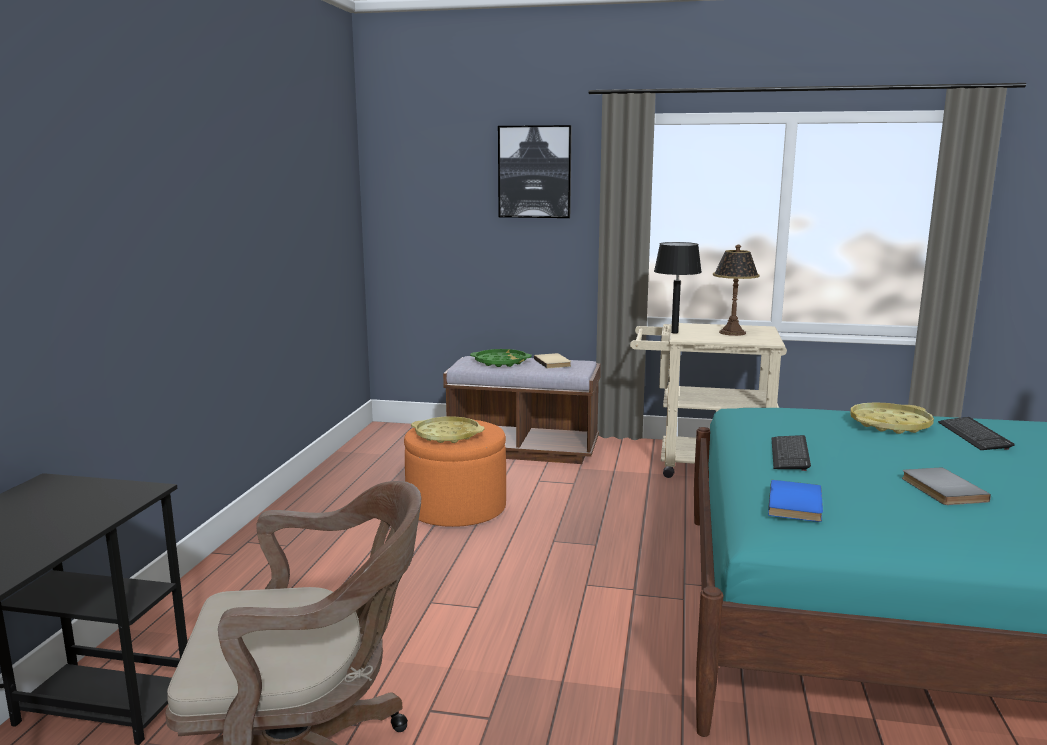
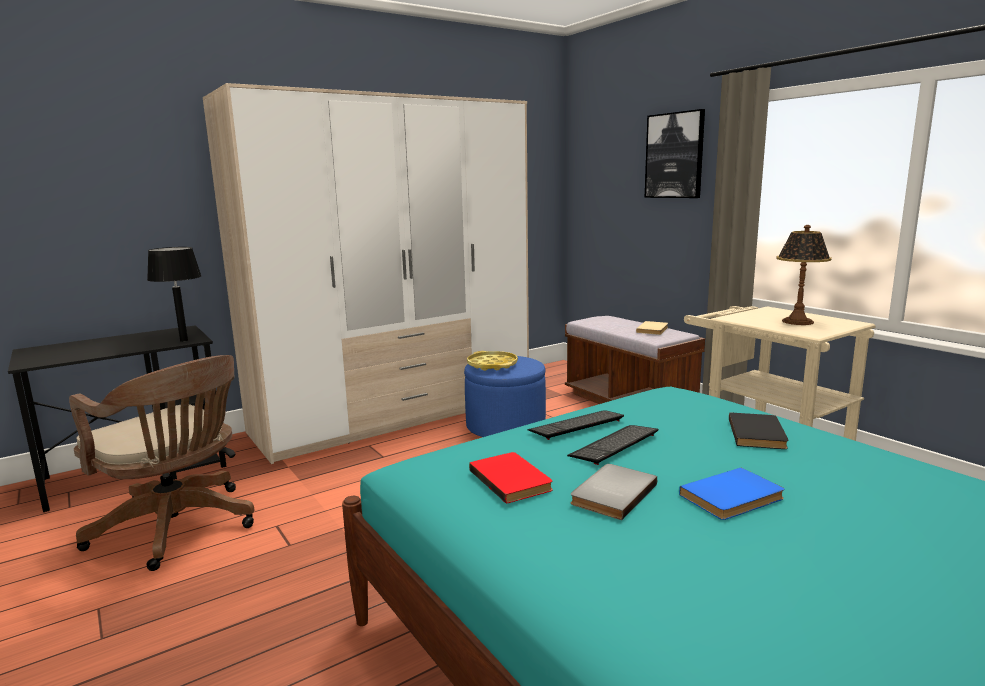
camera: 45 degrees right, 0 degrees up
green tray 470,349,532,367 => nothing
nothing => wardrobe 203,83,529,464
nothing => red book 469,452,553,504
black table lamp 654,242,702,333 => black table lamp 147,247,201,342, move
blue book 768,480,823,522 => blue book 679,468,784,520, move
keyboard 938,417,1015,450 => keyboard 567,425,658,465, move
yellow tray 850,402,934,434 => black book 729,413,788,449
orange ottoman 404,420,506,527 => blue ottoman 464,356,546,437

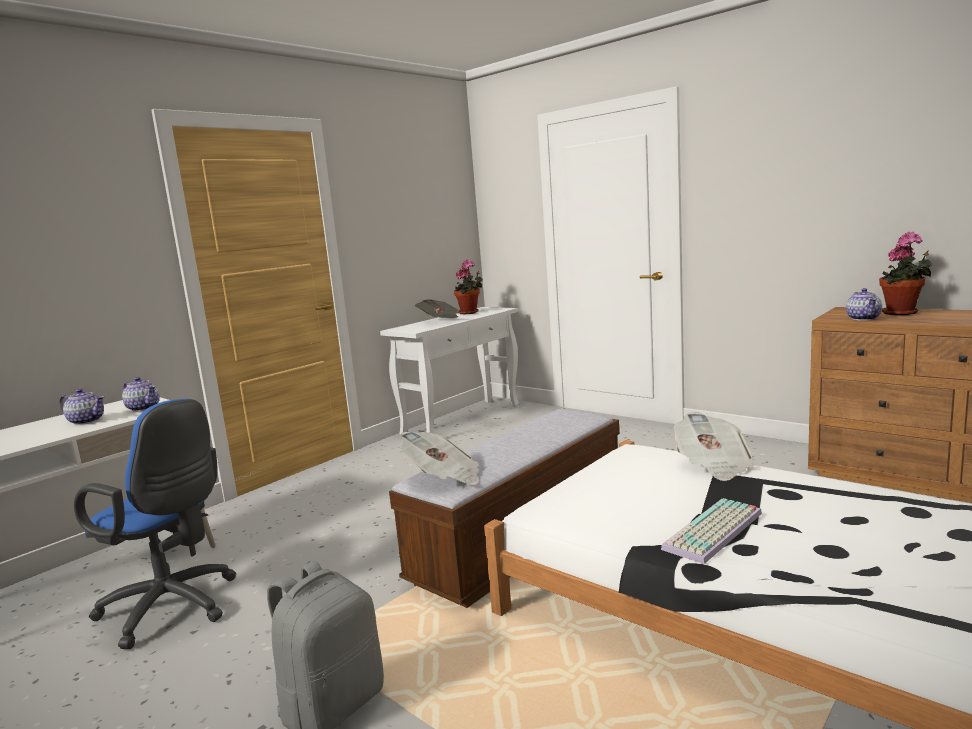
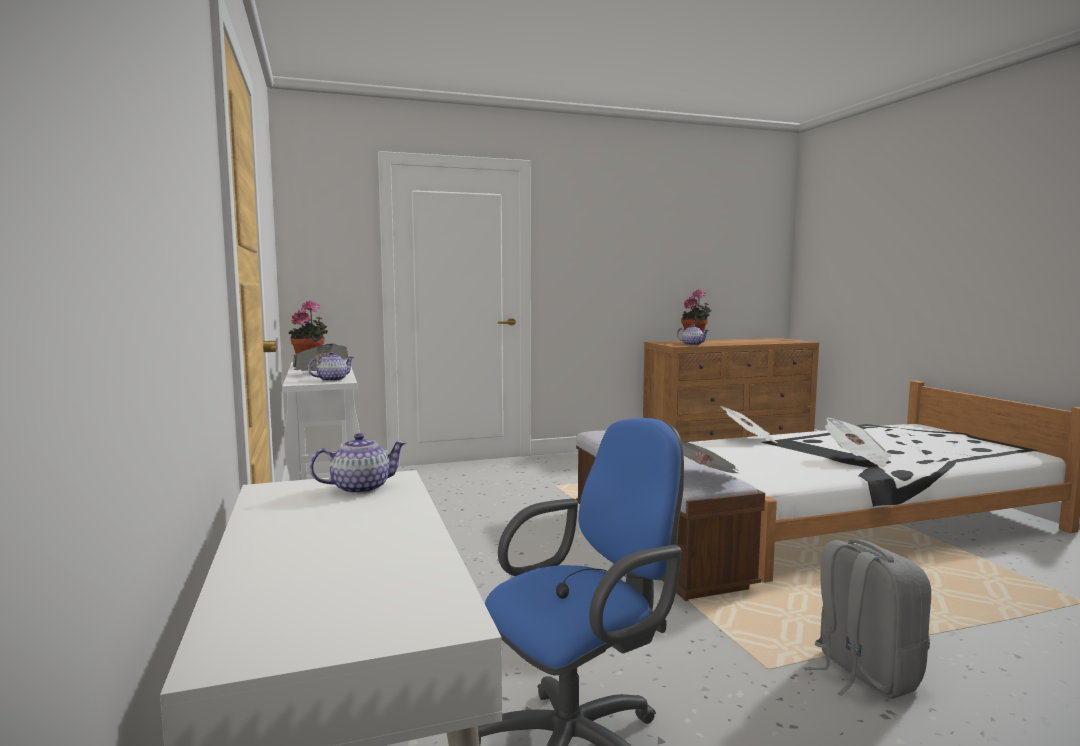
camera: 60 degrees left, 5 degrees down
teapot 59,389,104,425 => teapot 308,351,354,382, move
keyboard 661,498,762,564 => newspaper 825,418,891,467

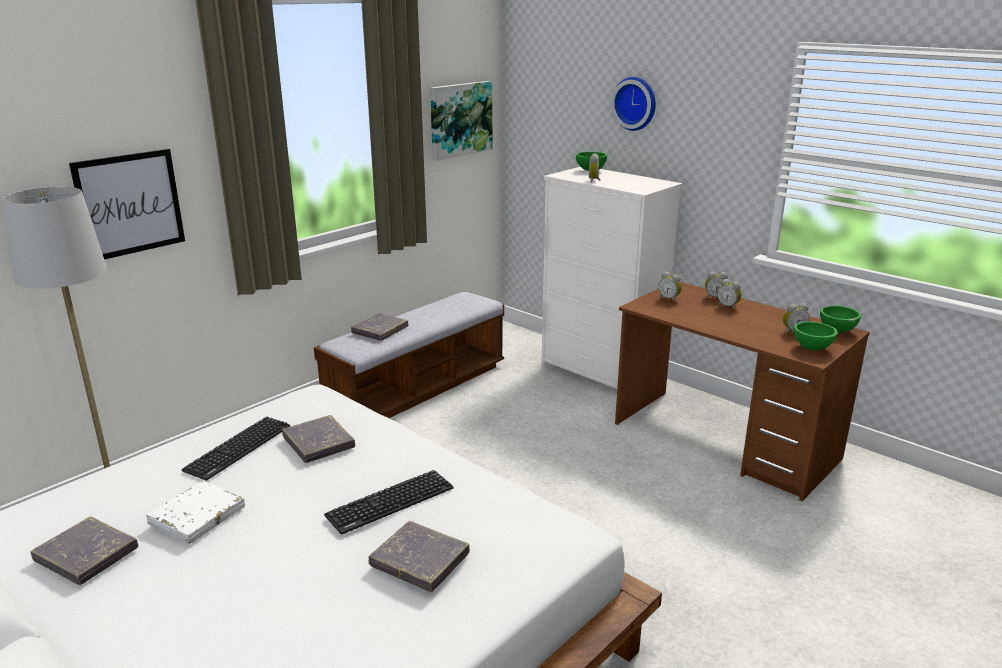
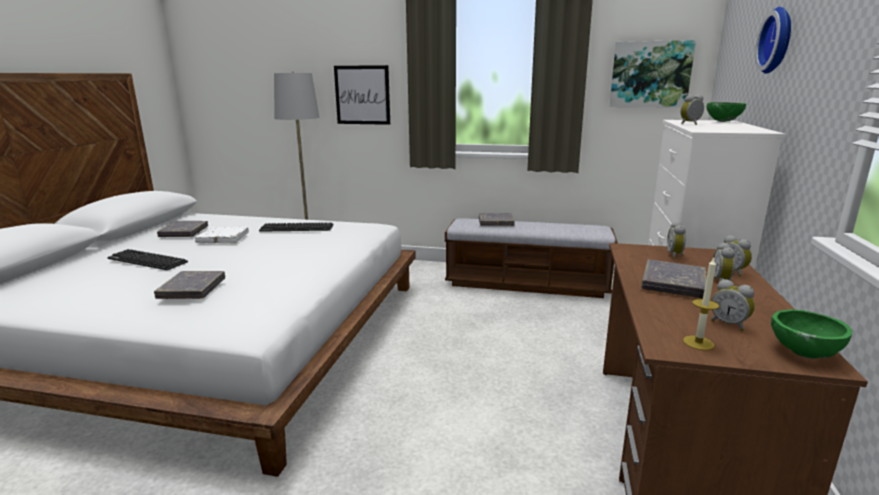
camera: 60 degrees right, 5 degrees down
grey book 282,415,355,463 => grey book 641,260,706,298, move
keyboard 324,470,454,535 => keyboard 108,249,188,270, move
green bowl 794,321,837,351 => candle 683,258,719,350

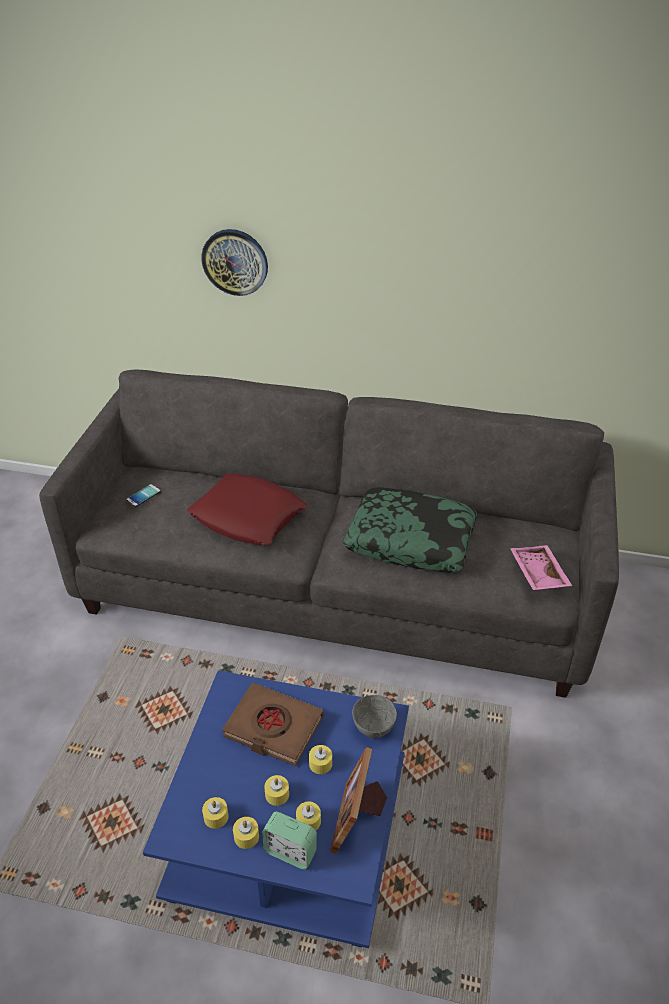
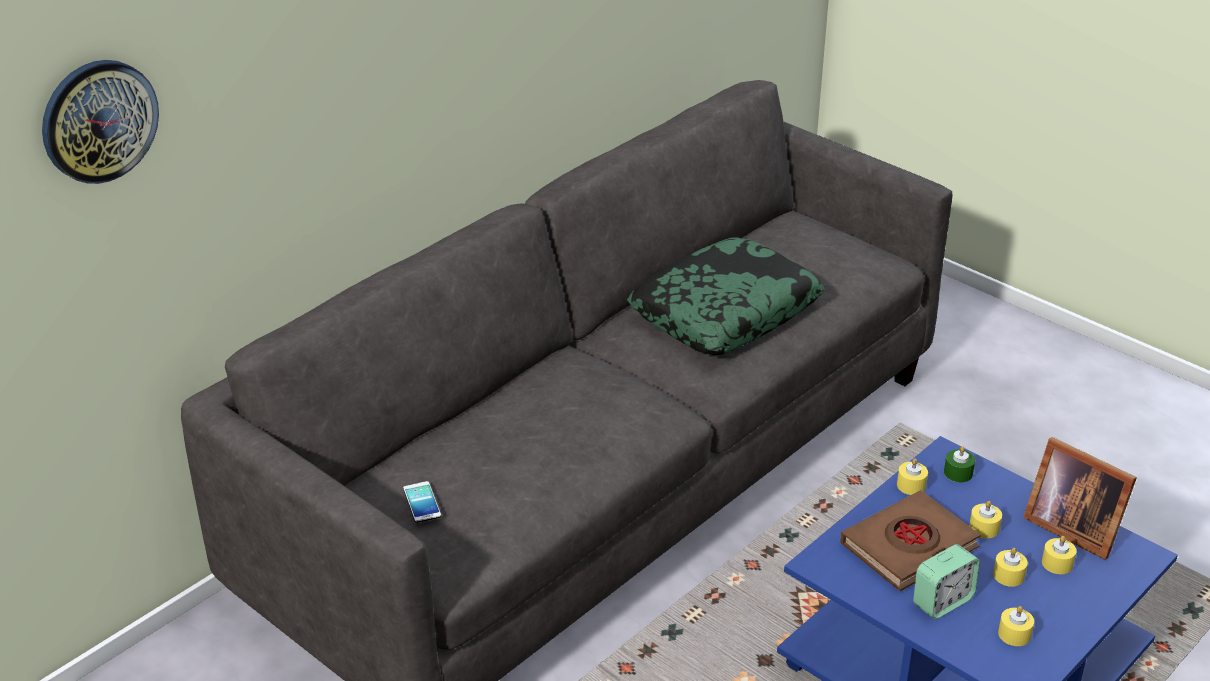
camera: 60 degrees left, 5 degrees down
red pillow 187,473,307,545 => nothing
pink tray 510,545,573,590 => nothing
wall clock 201,229,268,296 => wall clock 42,60,159,184, move
yellow candle 233,817,259,849 => yellow candle 897,459,928,495, move
alarm clock 262,812,317,870 => alarm clock 913,544,980,619, move
grey bowl 352,695,397,738 => green candle 944,446,975,482

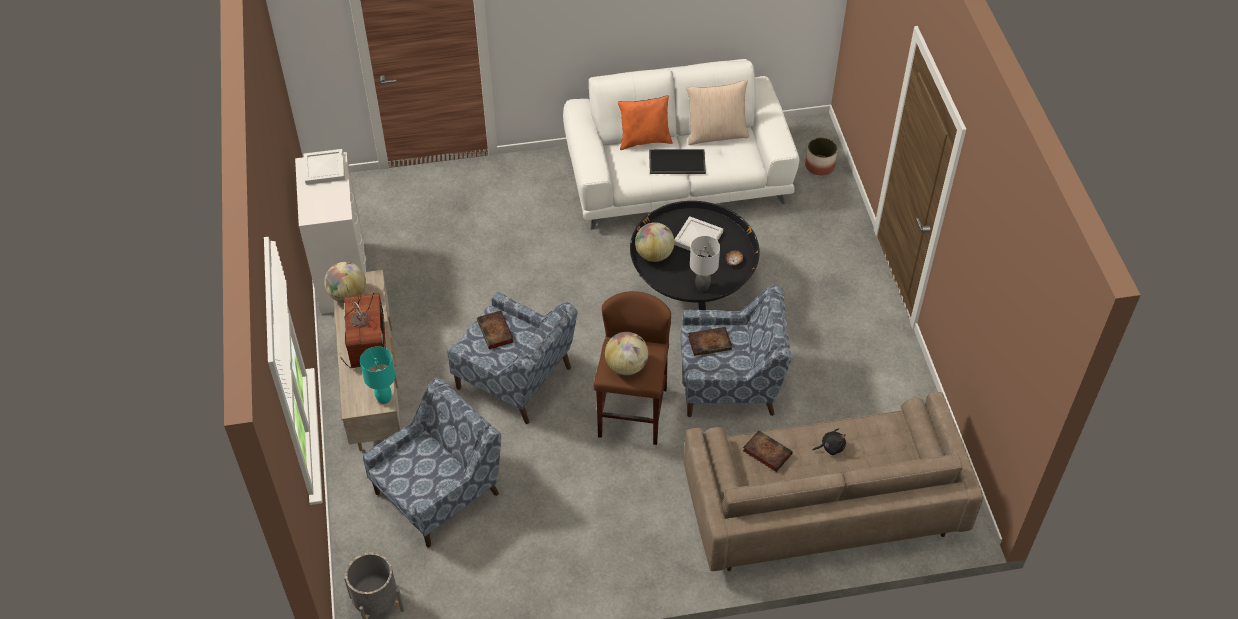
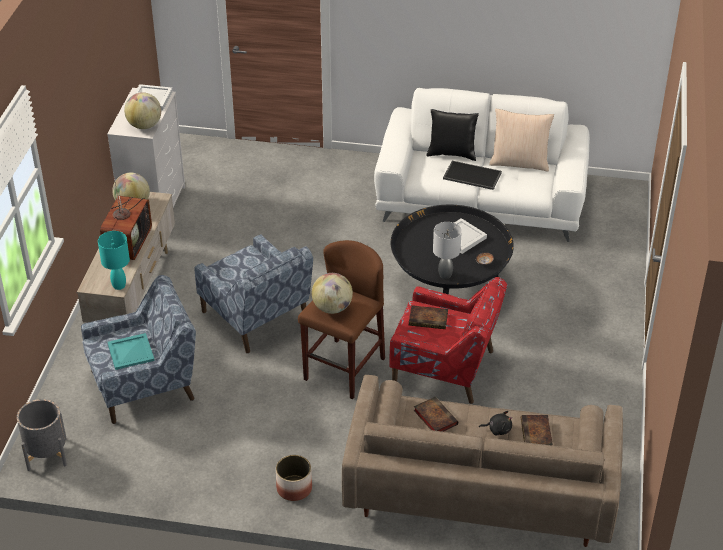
camera: 20 degrees right, 10 degrees down
nothing => turquoise tray 108,333,155,370
book 477,311,514,349 => book 521,415,553,446, move
globe 635,222,675,262 => globe 124,92,161,129, move
planter 805,137,838,175 => planter 276,455,312,501, move
orange pillow 618,95,673,150 => black pillow 426,109,479,161
blue armchair 680,285,792,417 => red armchair 389,277,507,404

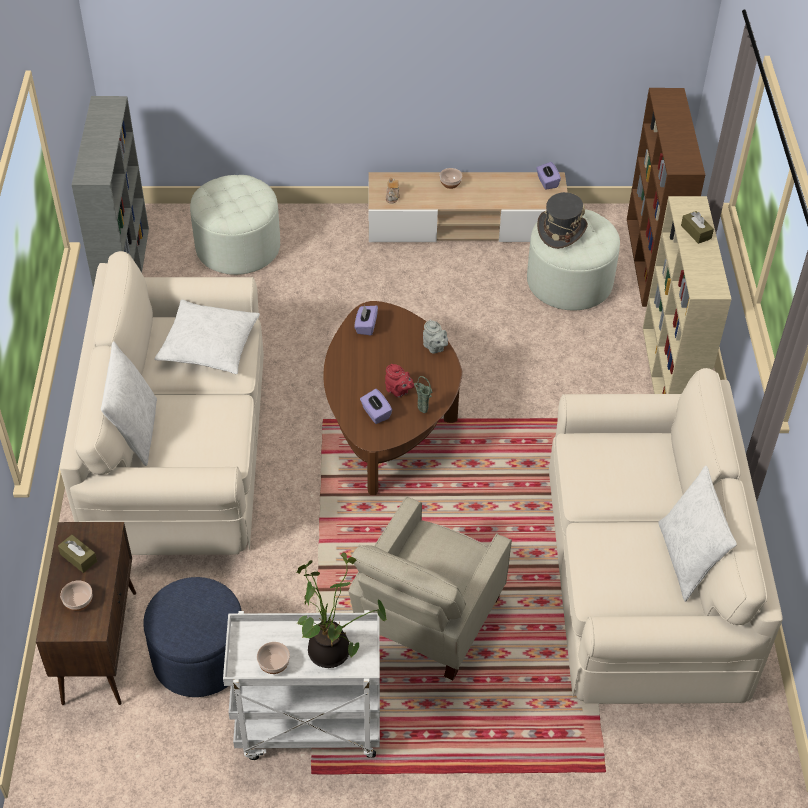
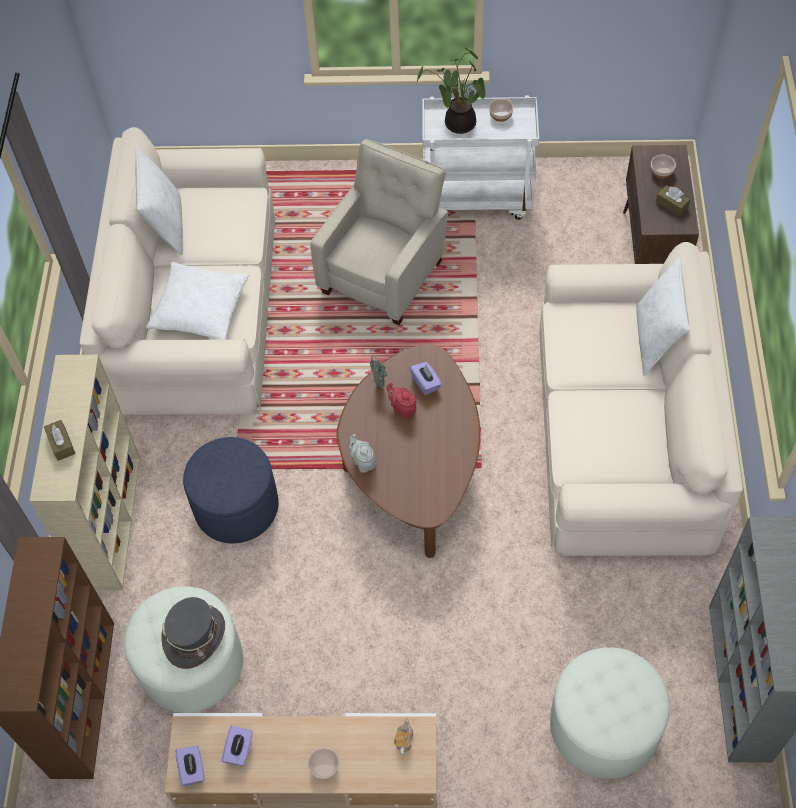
camera: 175 degrees left, 10 degrees up
blue ottoman 143,577,242,697 => blue ottoman 183,437,279,543, move
white pillow 154,300,260,374 => white pillow 146,261,250,340, move
purple tissue box 354,305,378,335 => purple tissue box 222,725,253,766, move

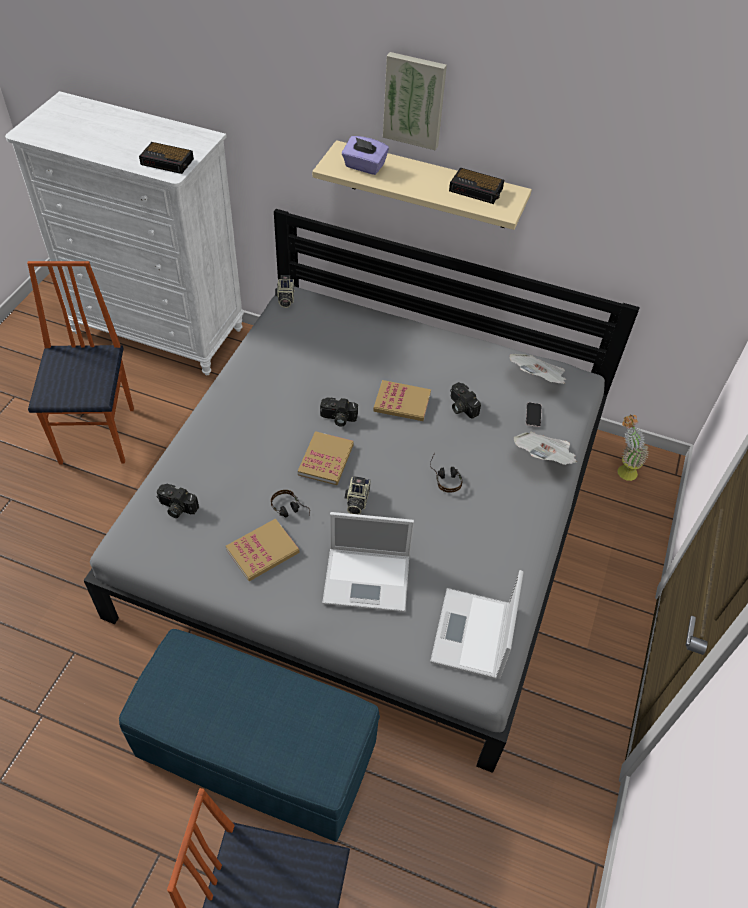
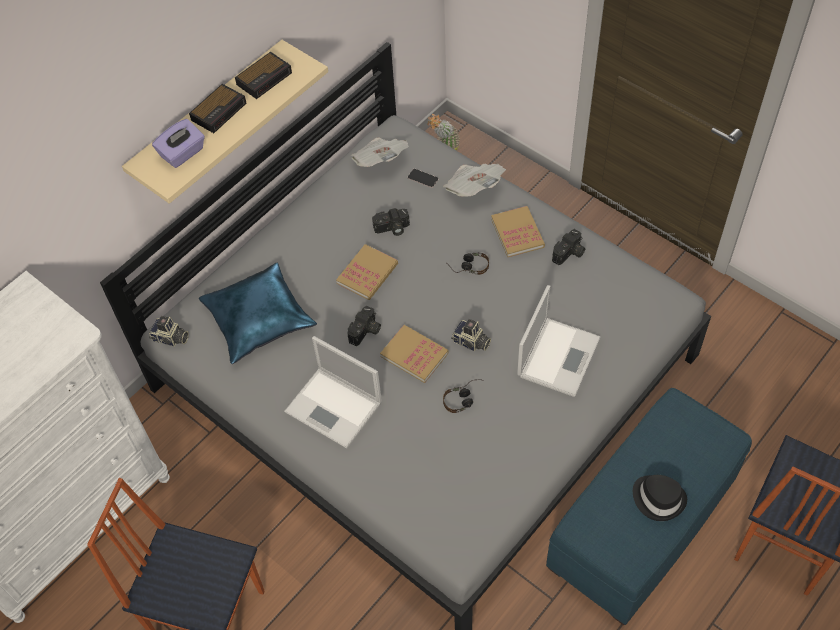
camera: 65 degrees left, 5 degrees up
picture 383,52,447,151 => nothing
nothing => blue pillow 199,263,317,364
nothing => black hat 633,475,687,521
alarm clock 139,142,194,174 => alarm clock 189,84,246,133, move
photo camera 157,484,199,518 => photo camera 552,229,585,265, move
book 226,518,299,581 => book 491,206,545,257, move
laptop 430,570,524,679 => laptop 284,336,382,448, move

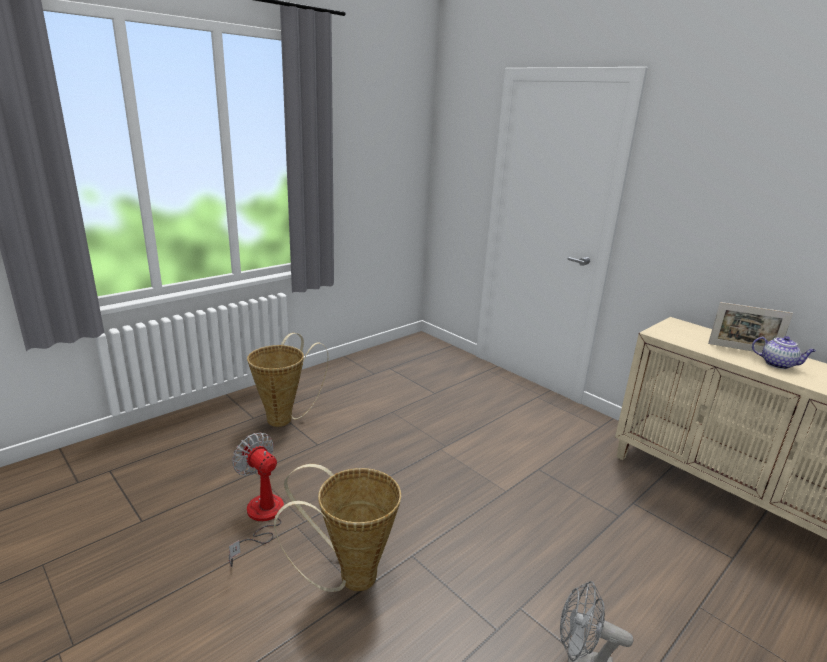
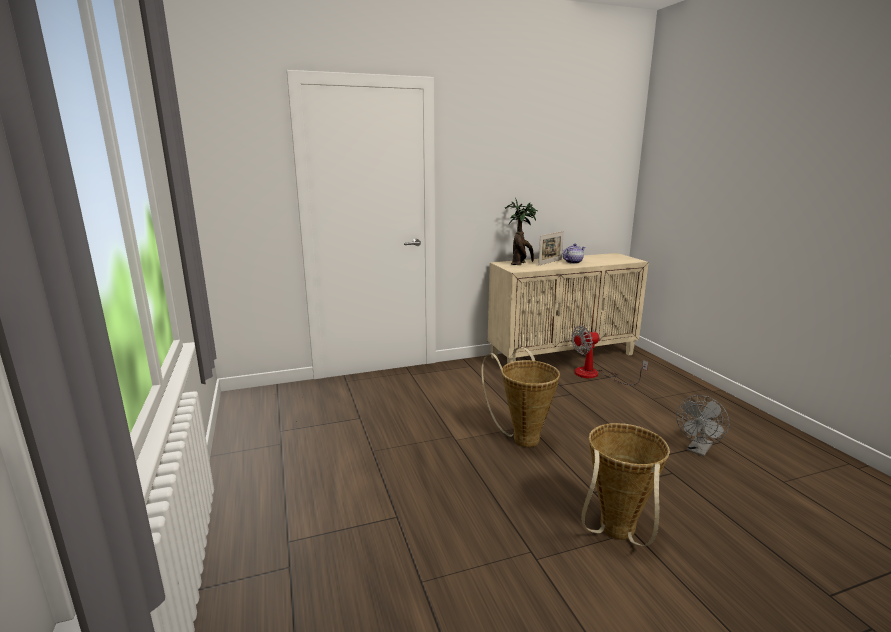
camera: 65 degrees left, 5 degrees down
nothing => potted plant 505,198,537,265
fan 229,432,284,567 => fan 571,326,648,385, move
basket 247,333,328,427 => basket 481,347,560,447, move

